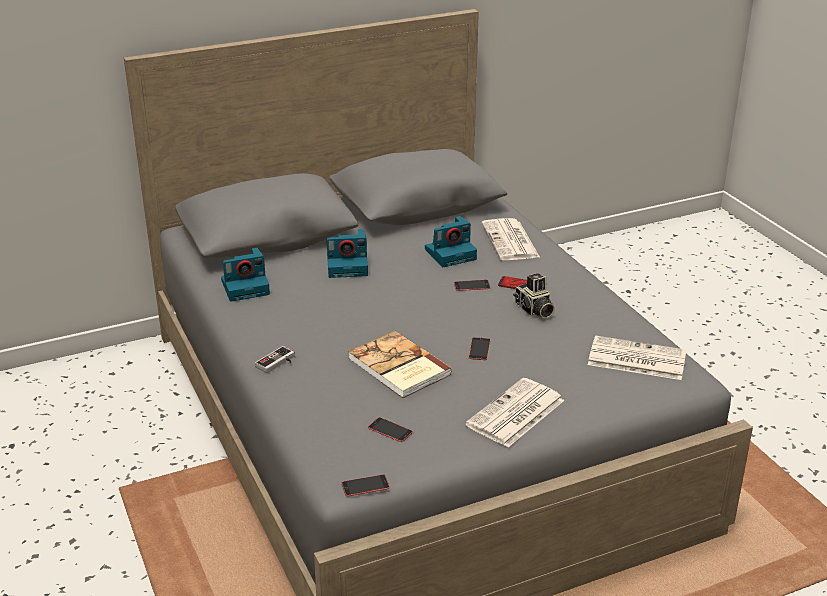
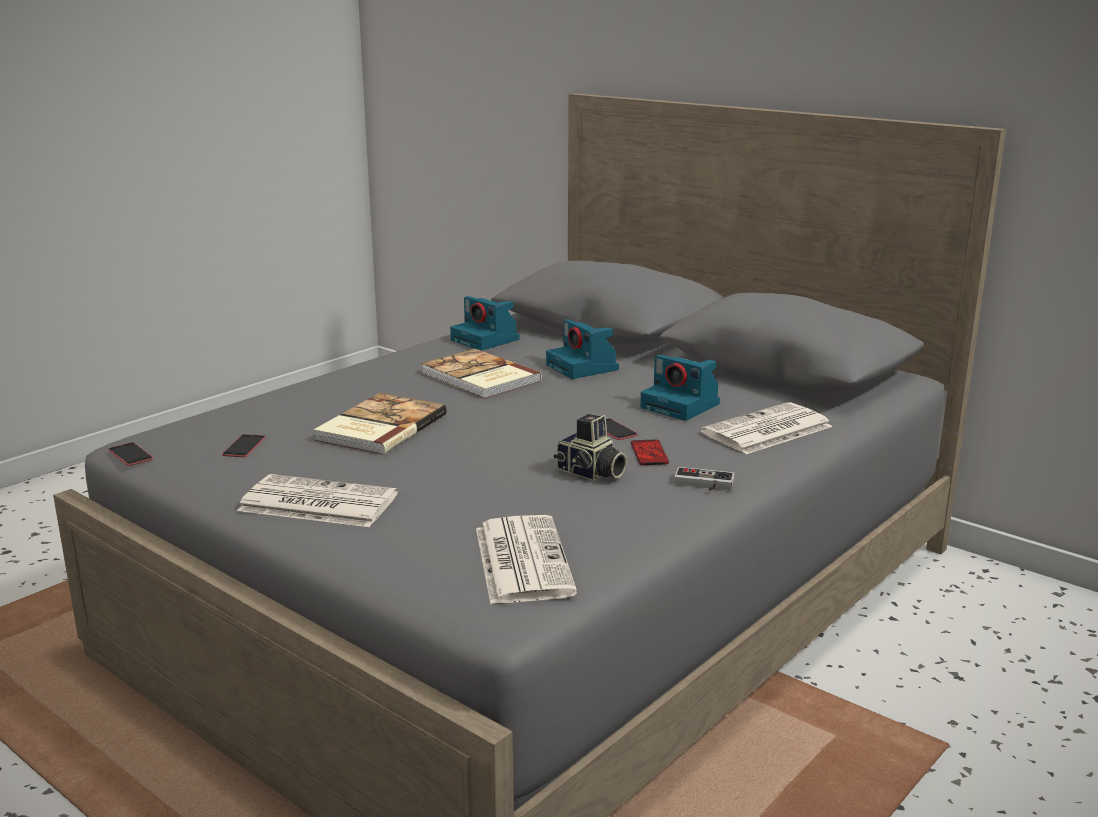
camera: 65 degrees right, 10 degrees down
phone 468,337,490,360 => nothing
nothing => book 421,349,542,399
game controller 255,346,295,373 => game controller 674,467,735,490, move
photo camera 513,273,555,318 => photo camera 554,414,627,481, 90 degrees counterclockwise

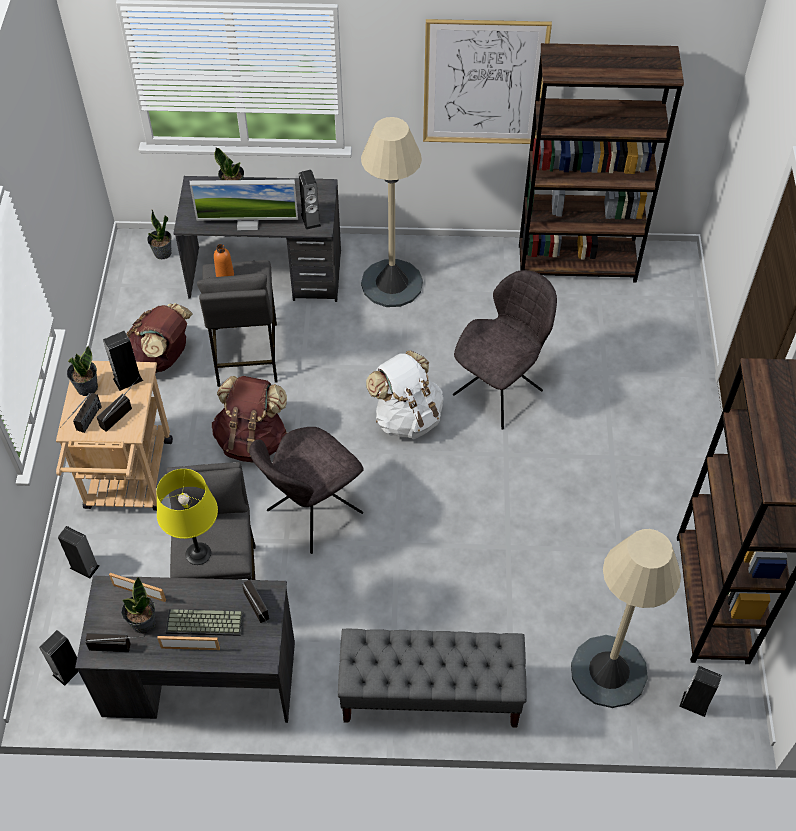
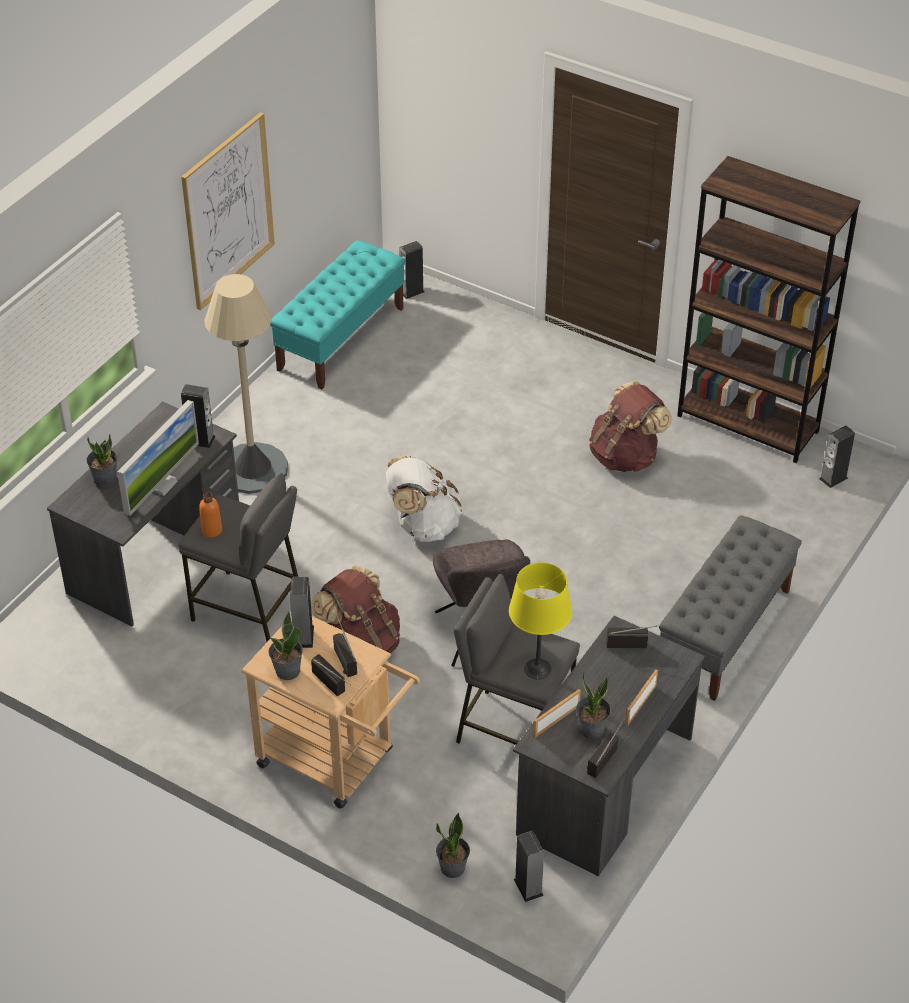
camera: 60 degrees left, 10 degrees down
keyboard 165,609,243,636 => nothing
grey chair 453,270,557,430 => nothing
beige floor lamp 571,529,681,708 => nothing
speaker 58,526,100,579 => speaker 399,241,425,299, move
brown backpack 126,303,193,374 => brown backpack 589,381,672,472, move
potted plant 147,210,172,259 => potted plant 436,813,470,878, move
brown bookcase 519,43,684,283 => turquoise bench 270,240,406,390

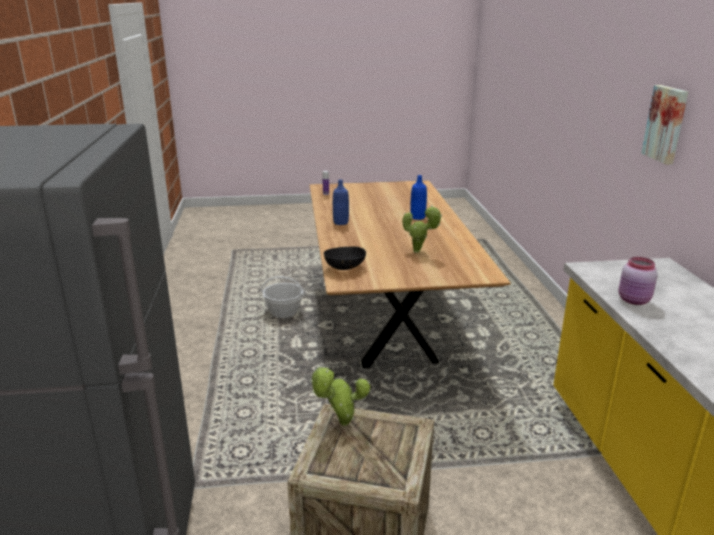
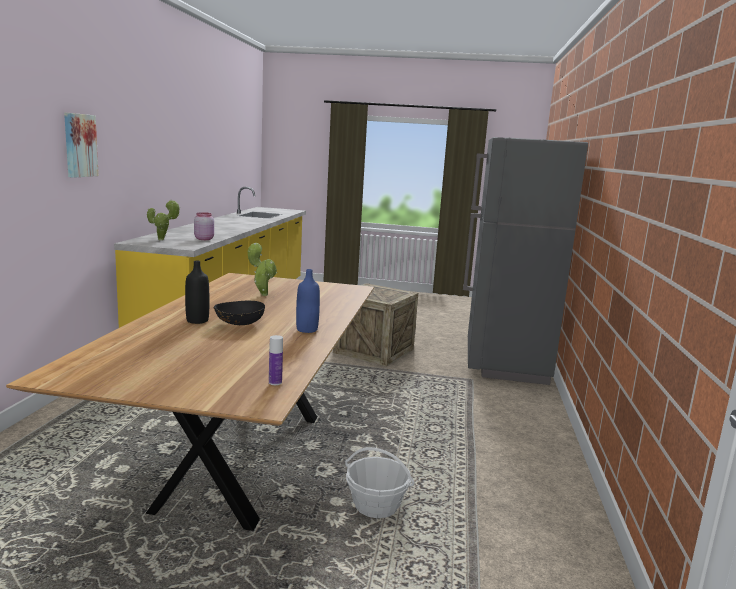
camera: 165 degrees left, 10 degrees down
potted plant 310,367,370,426 => potted plant 147,200,180,240, move
black bowl 324,246,366,270 => black bowl 214,301,265,325, move
blue bottle 410,175,427,220 => black bottle 185,261,210,324

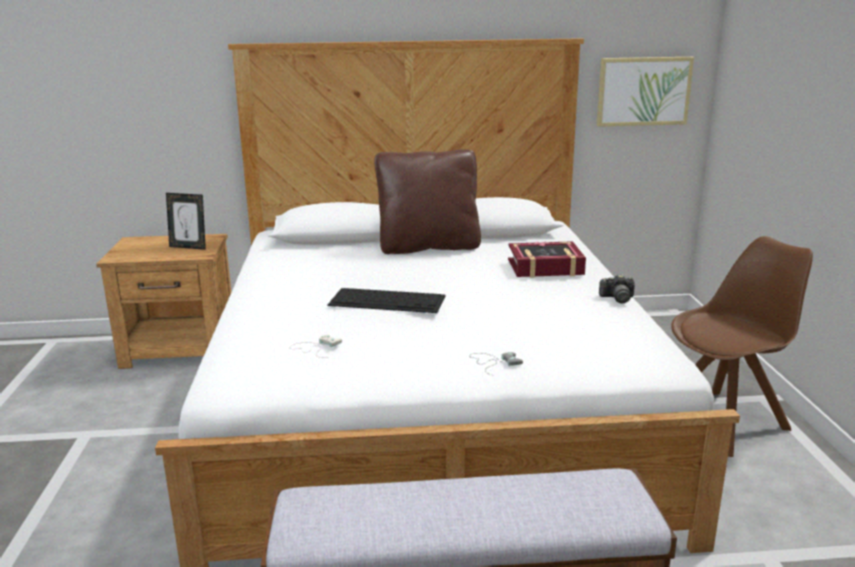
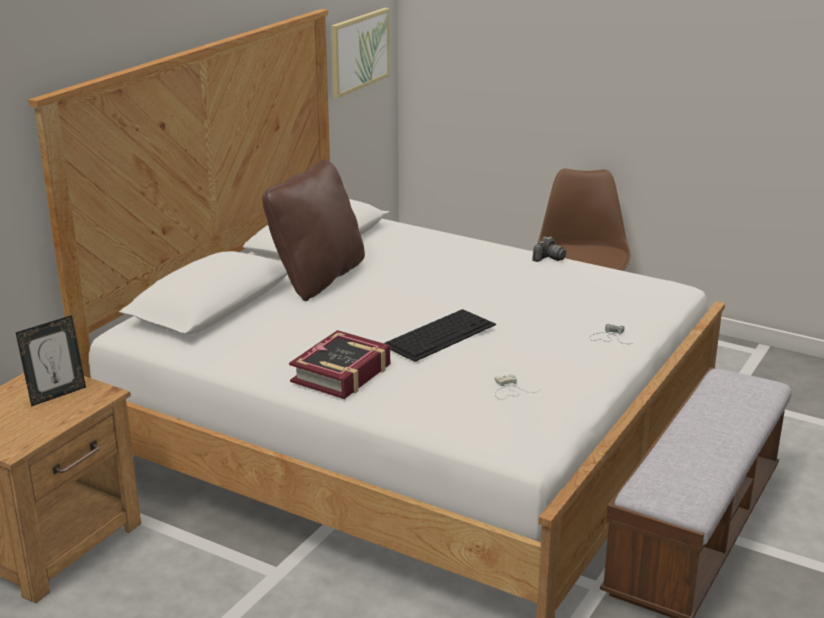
camera: 55 degrees left, 5 degrees up
book 508,241,586,278 => book 289,330,390,399, move

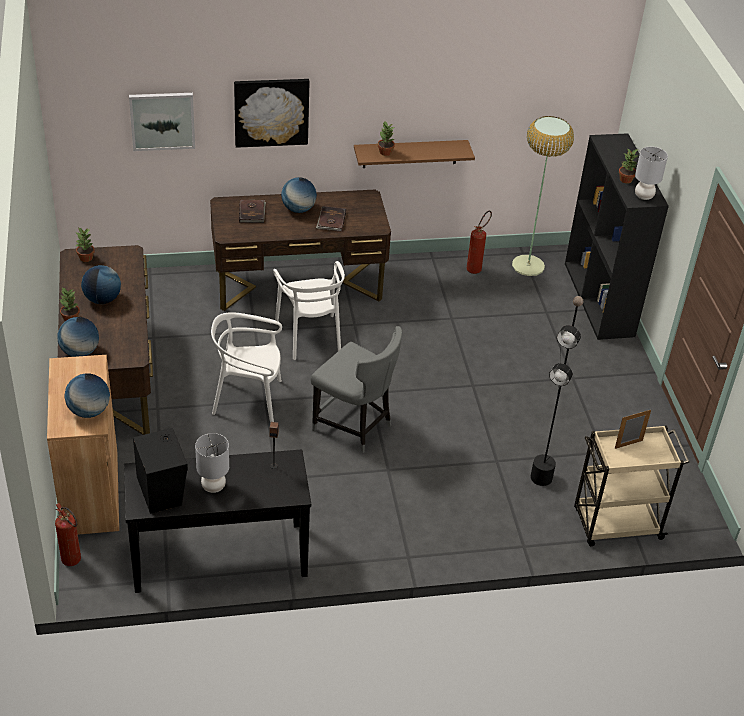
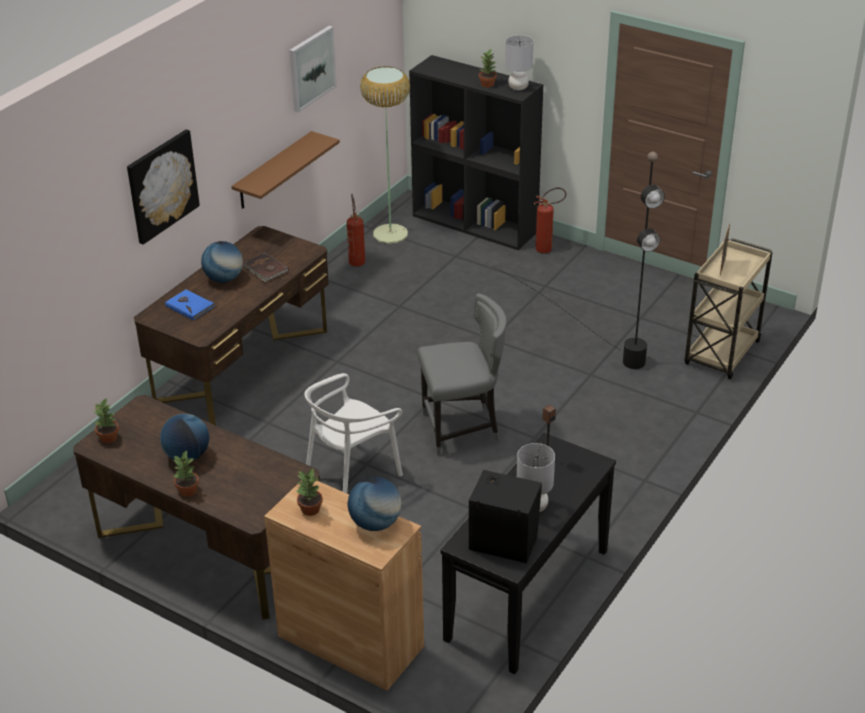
camera: 45 degrees left, 5 degrees down
globe 57,317,99,357 => nothing
white chair 273,261,345,360 => nothing
fire extinguisher 55,503,81,566 => fire extinguisher 534,188,566,253, move
picture 129,93,195,151 => picture 289,26,337,112, move
potted plant 378,121,395,156 => potted plant 297,469,323,516, move
brown book 239,200,266,223 => blue book 165,289,214,320

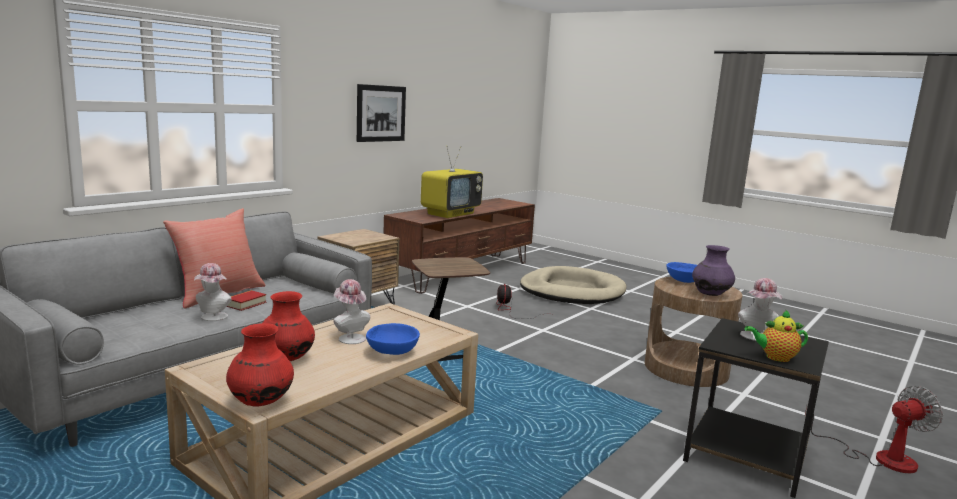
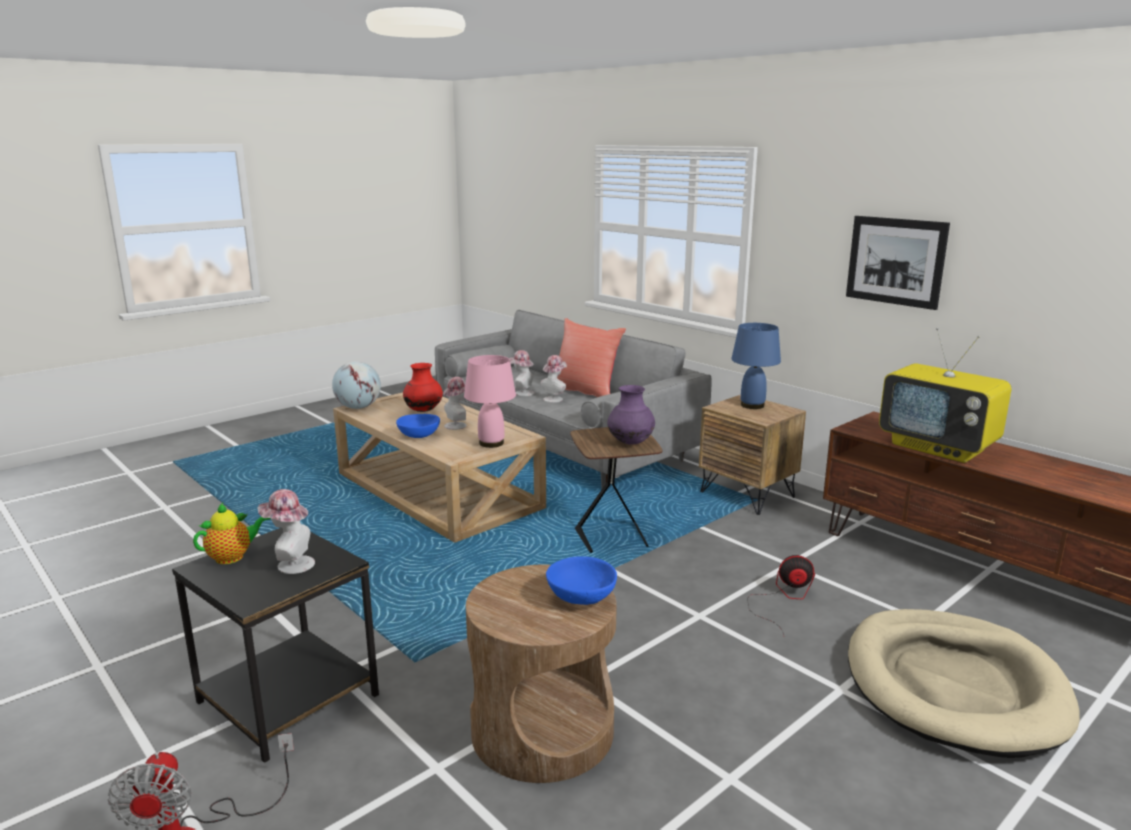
camera: 100 degrees right, 5 degrees up
nothing => pink table lamp 464,355,516,448
nothing => blue table lamp 731,323,781,409
purple vase 692,245,735,296 => purple vase 607,385,655,445, move
red vase 226,323,294,407 => globe 332,361,381,409
book 227,290,267,311 => hat 540,355,567,403
teapot 745,309,808,362 => teapot 193,503,271,564, 45 degrees clockwise

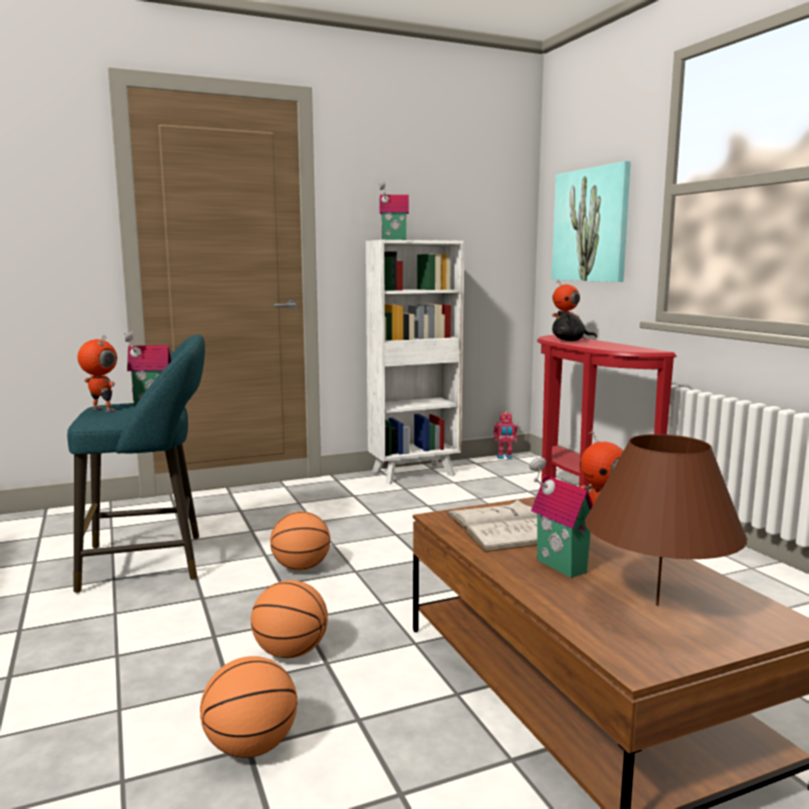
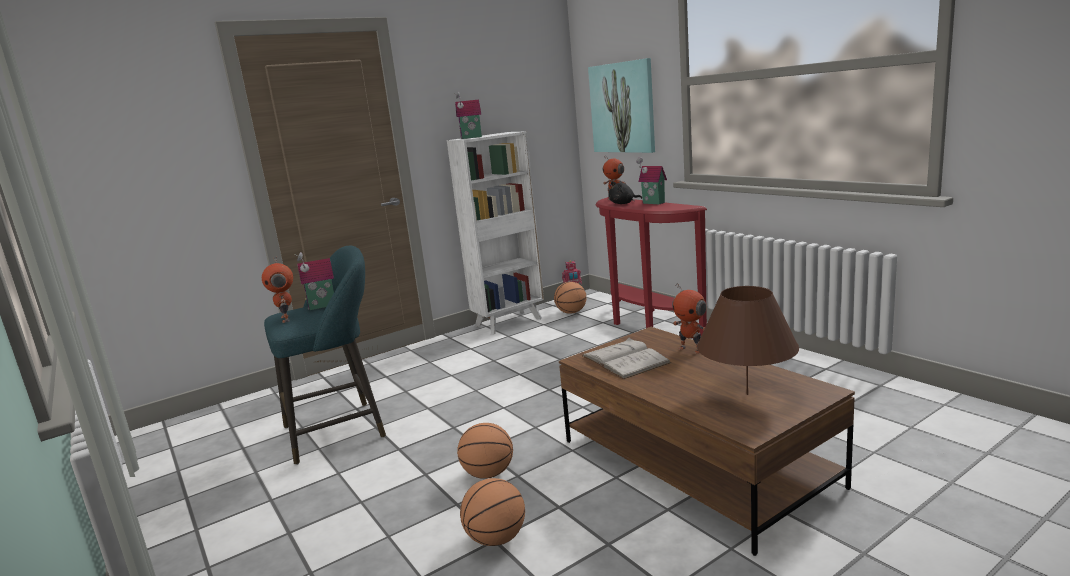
camera: 10 degrees left, 5 degrees up
basketball 270,511,330,571 => basketball 554,282,587,314, move
toy house 529,457,593,578 => toy house 636,157,667,204, move
toy robot 78,336,117,412 => toy robot 262,256,293,323, 135 degrees counterclockwise

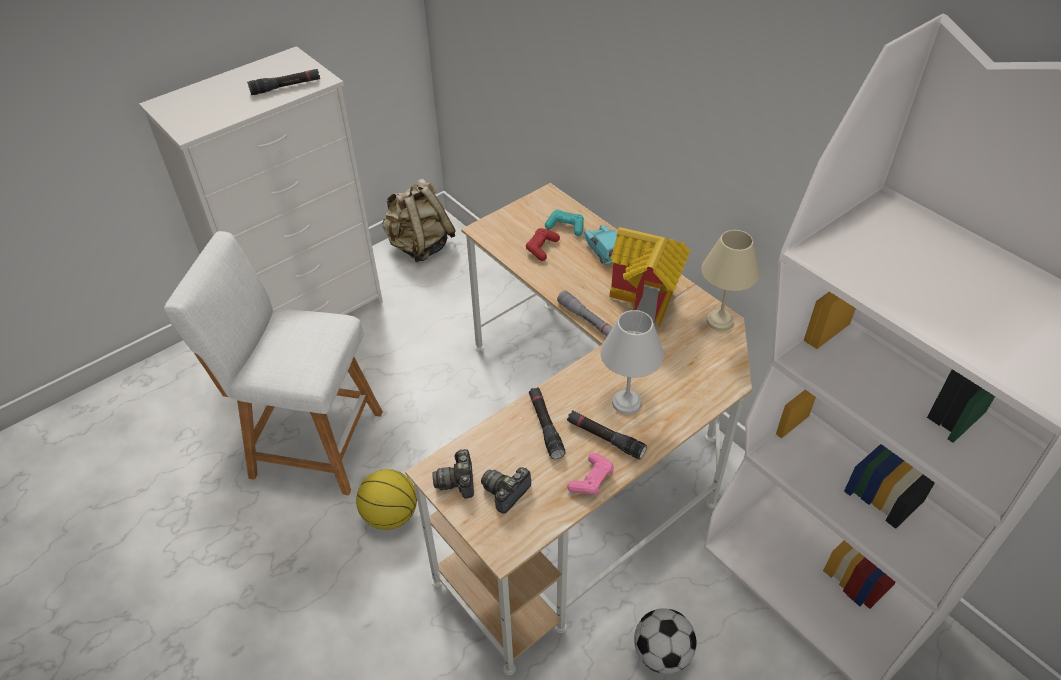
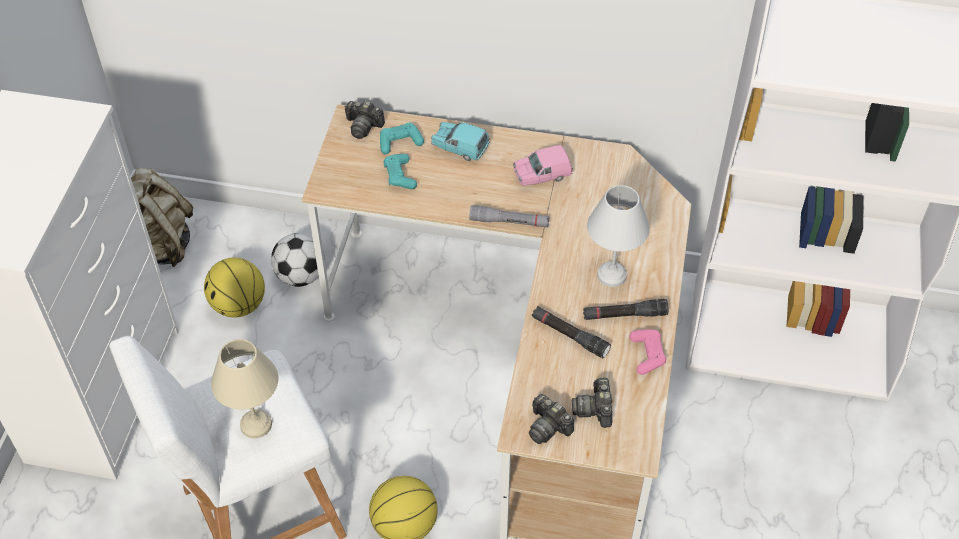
camera: 40 degrees left, 5 degrees up
black flashlight 247,69,320,95 => nothing
nothing => basketball 204,258,265,318
nothing => photo camera 344,101,385,139
football 634,608,697,674 => football 271,233,325,287, move
beige table lamp 701,230,760,331 => beige table lamp 211,339,279,438, move
toy house 610,227,691,331 => pink toy car 513,145,573,186
red game controller 526,228,560,261 => turquoise game controller 383,154,417,189

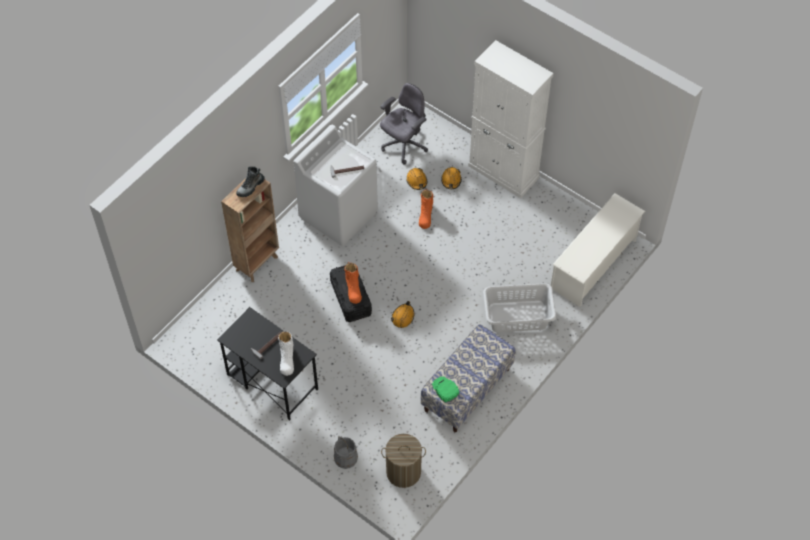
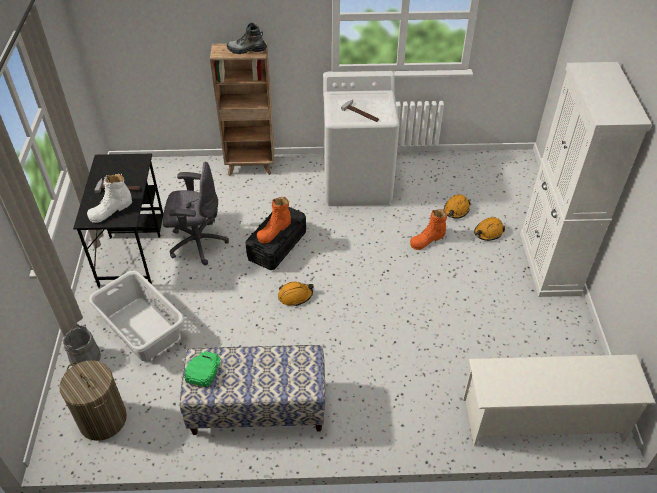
camera: 50 degrees right, 10 degrees down
grey office chair 380,83,428,164 => grey office chair 163,162,229,265, move
grey laundry basket 483,283,556,332 => grey laundry basket 89,270,185,361, move

